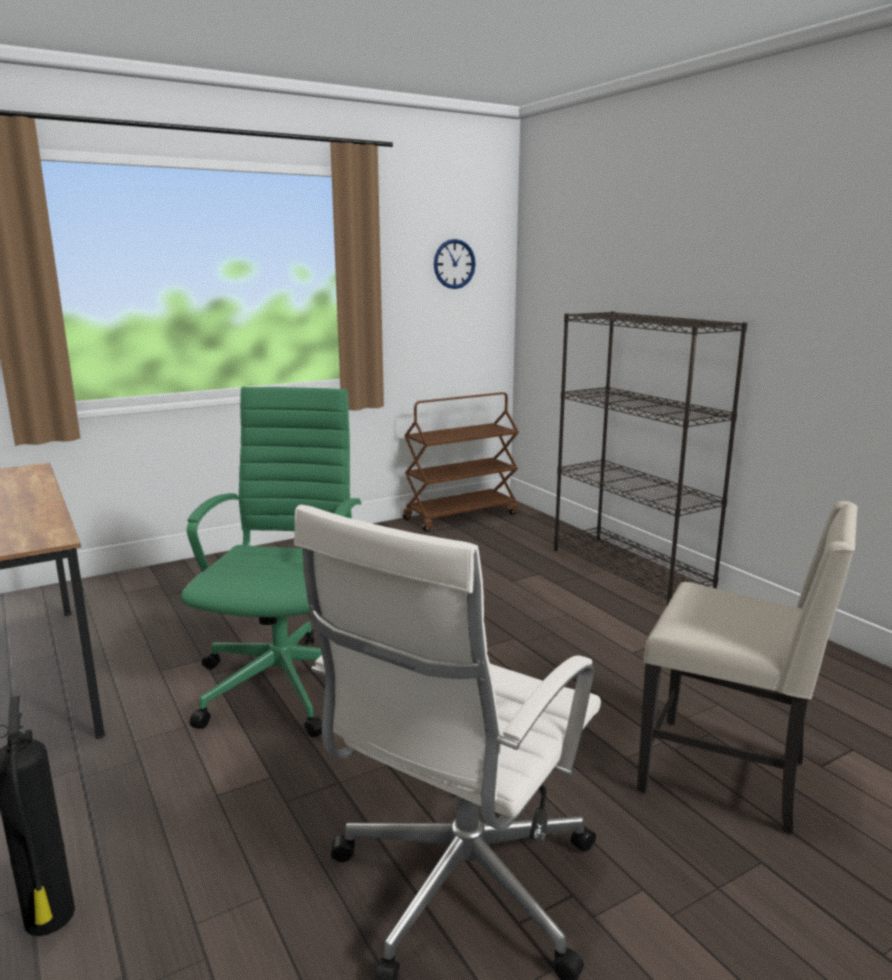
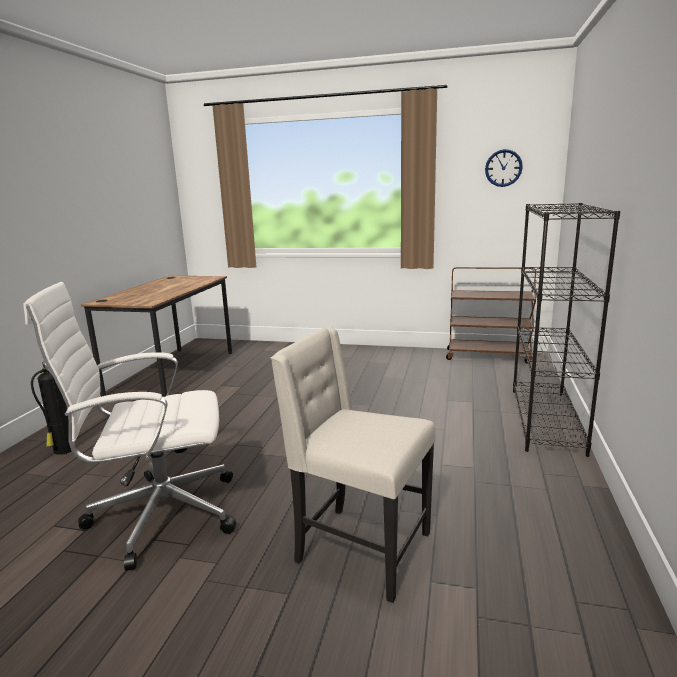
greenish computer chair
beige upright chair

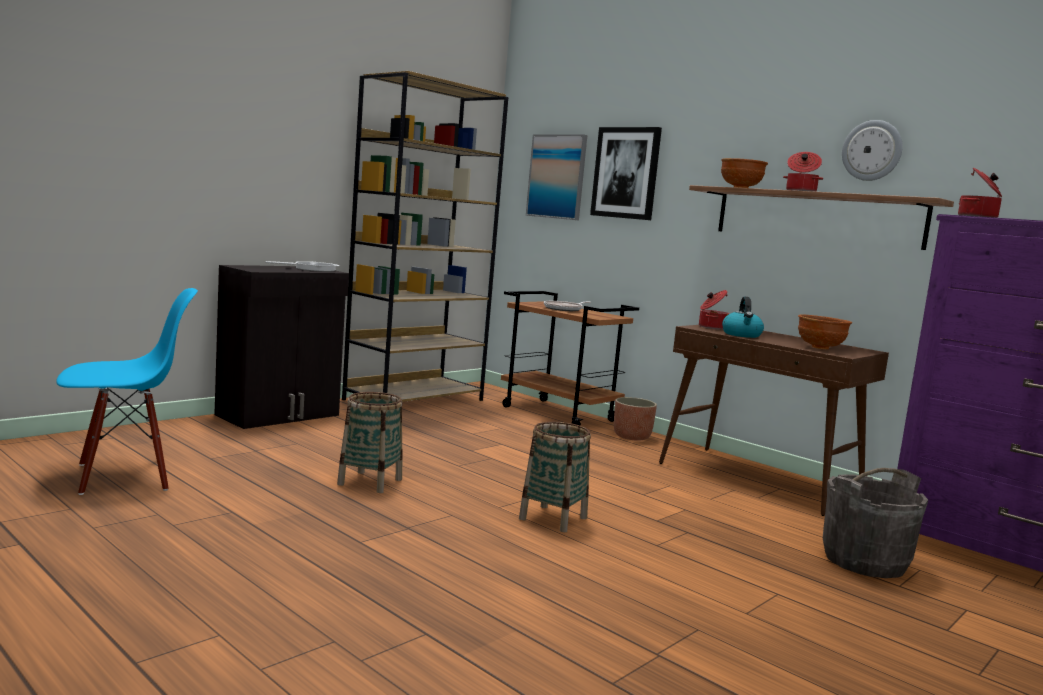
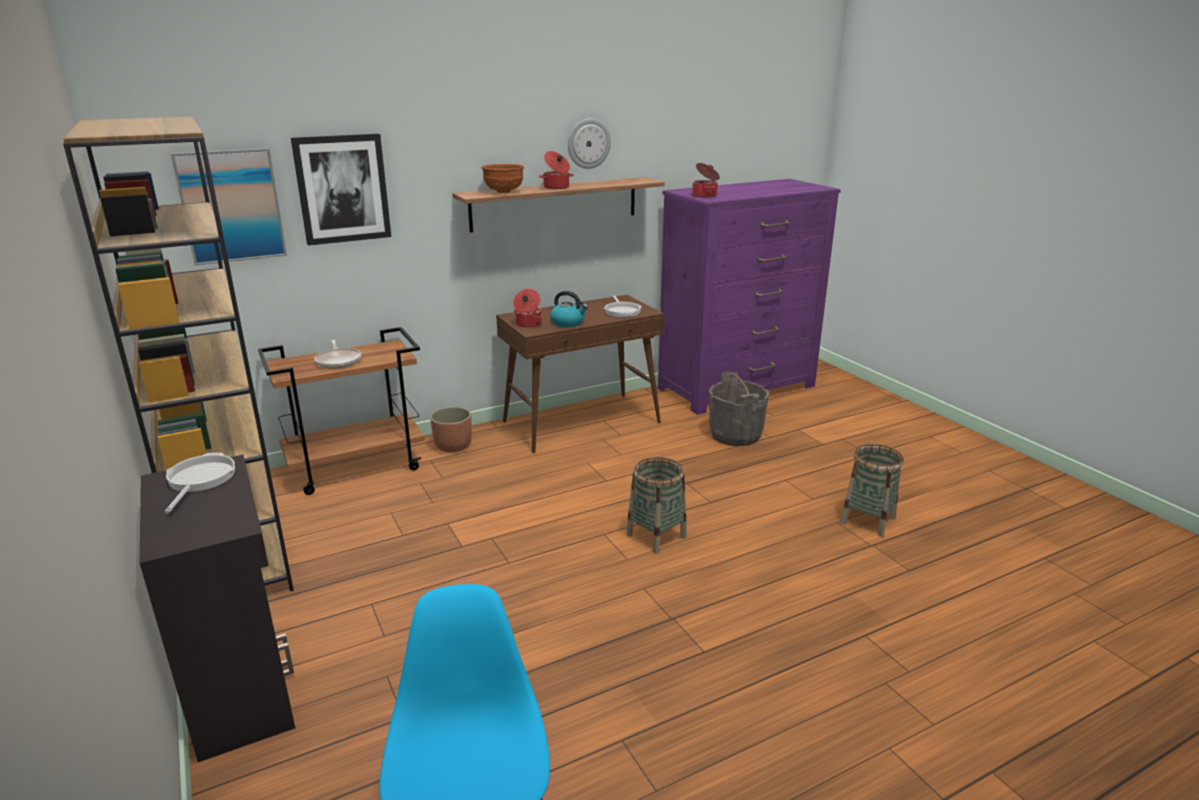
frying pan (3rd from left)
basket (2nd from left)

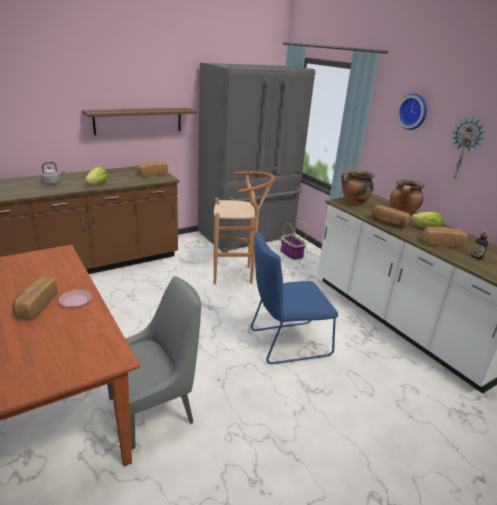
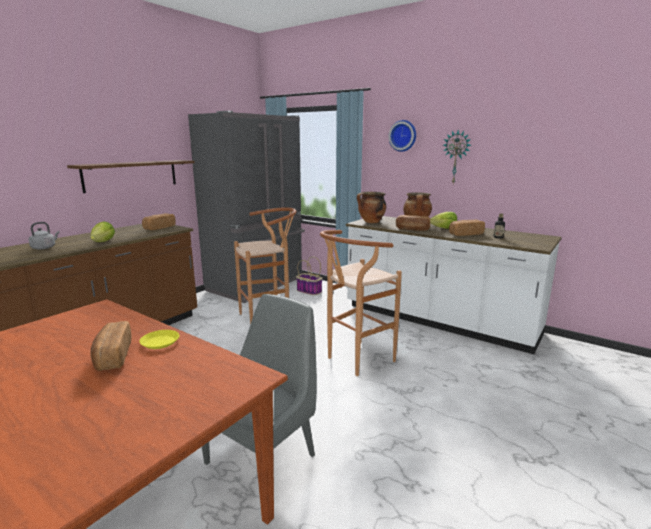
brown stool seat (2nd from left)
yellow-coloured flat dish

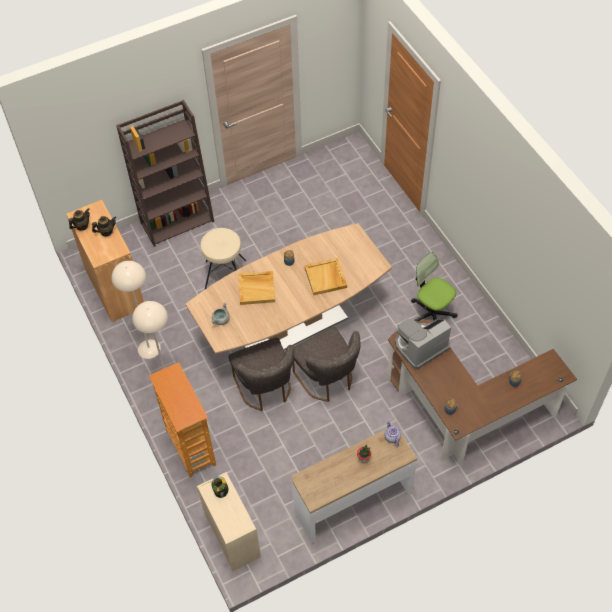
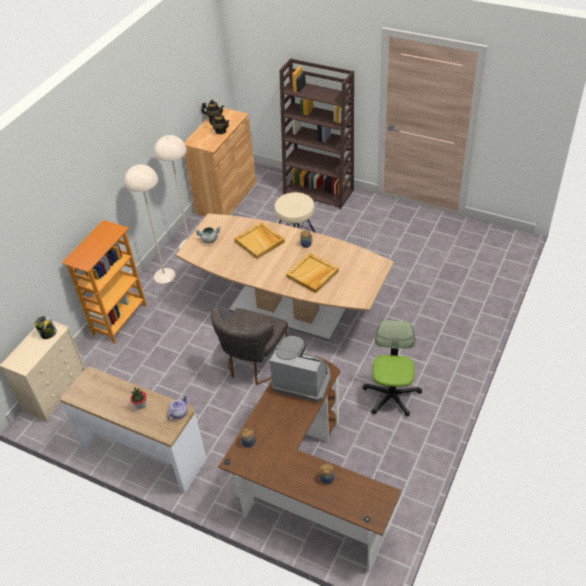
gray upright chair (1st from left in the first image)

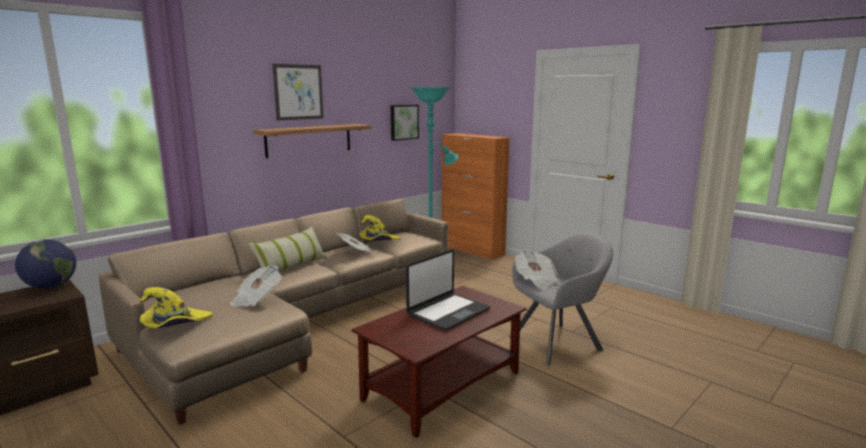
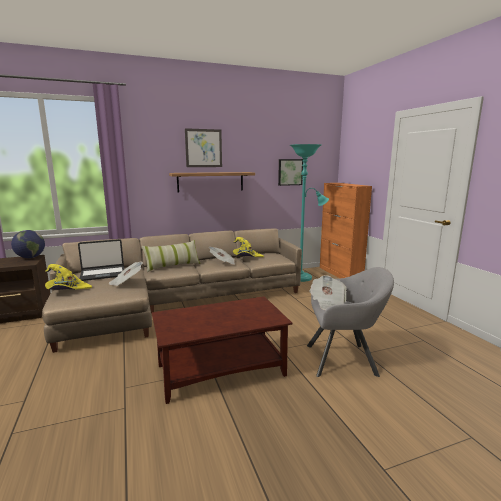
laptop

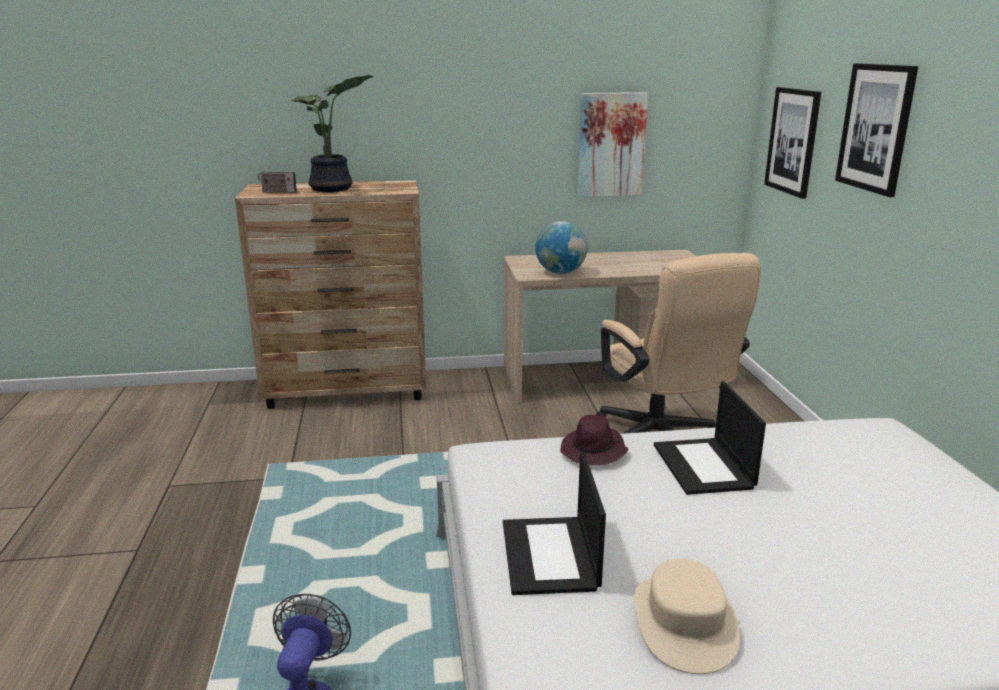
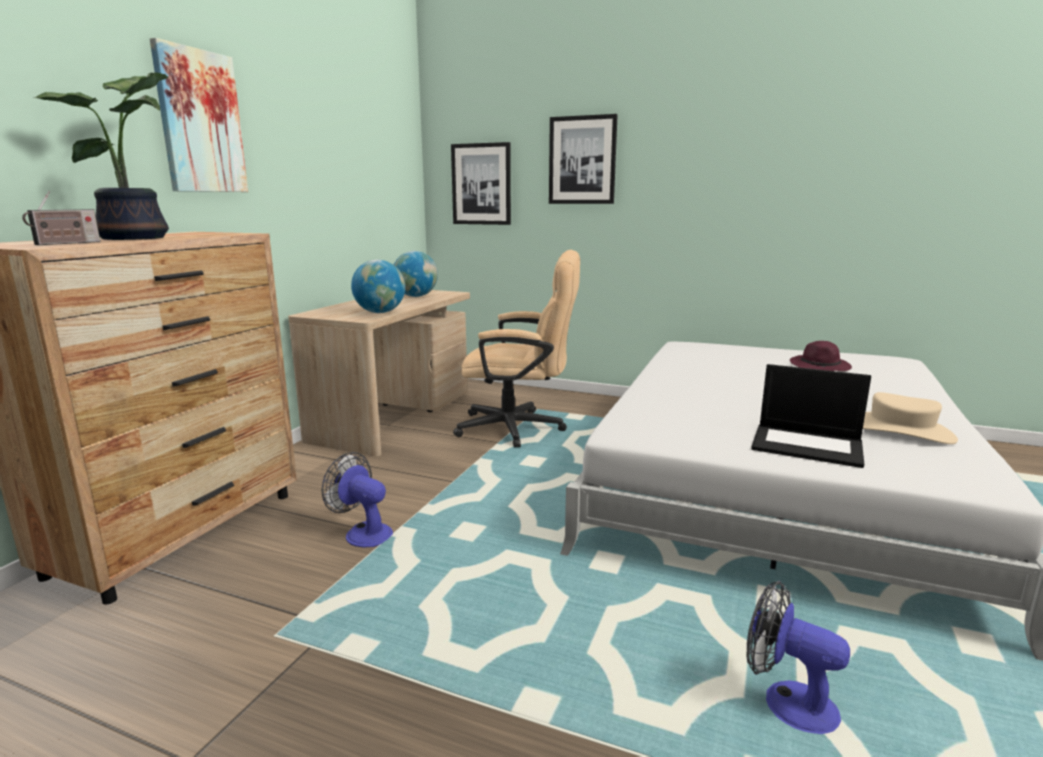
picture (1st from left)
laptop (2nd from left in the first image)
purple-coloured clothing hat
world globe (2nd from left)
cooling fan (1st from left)

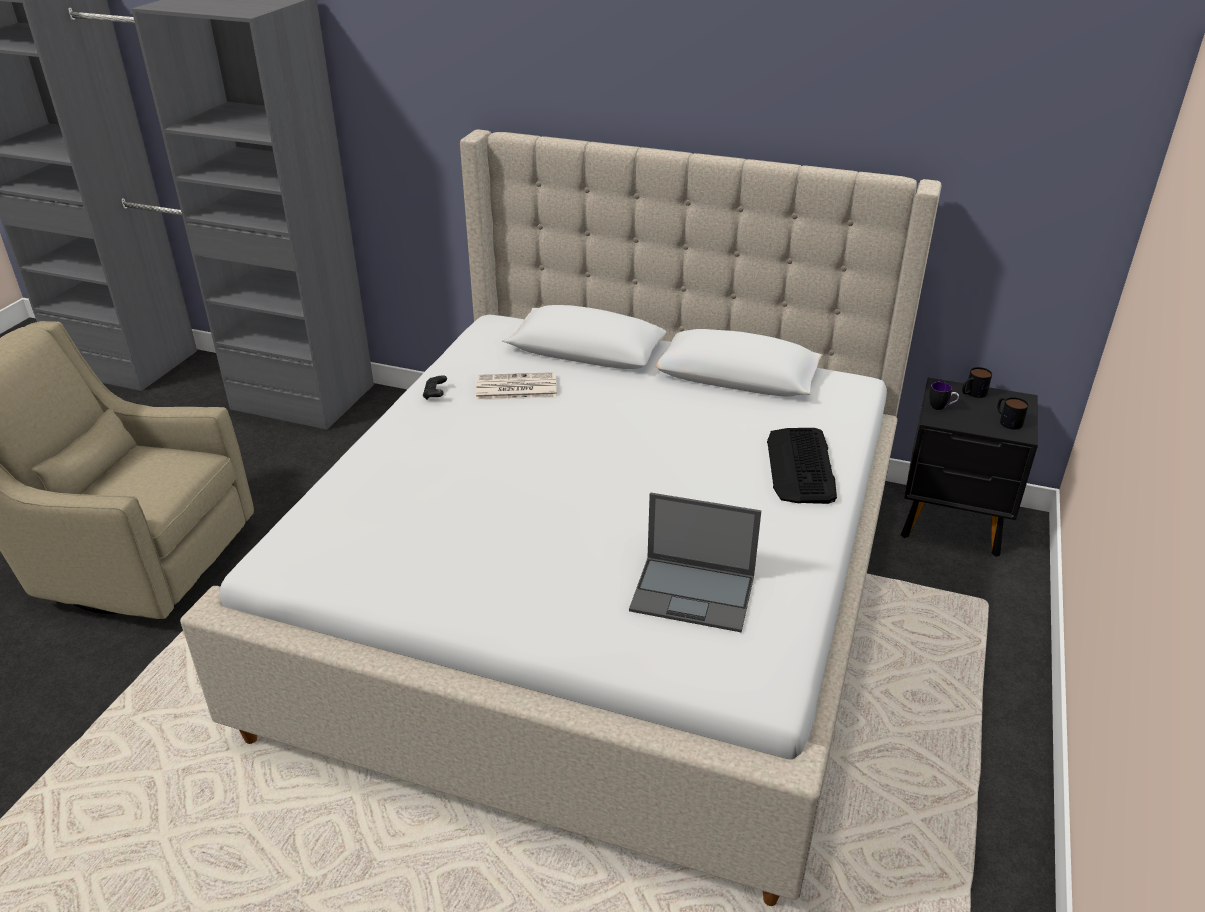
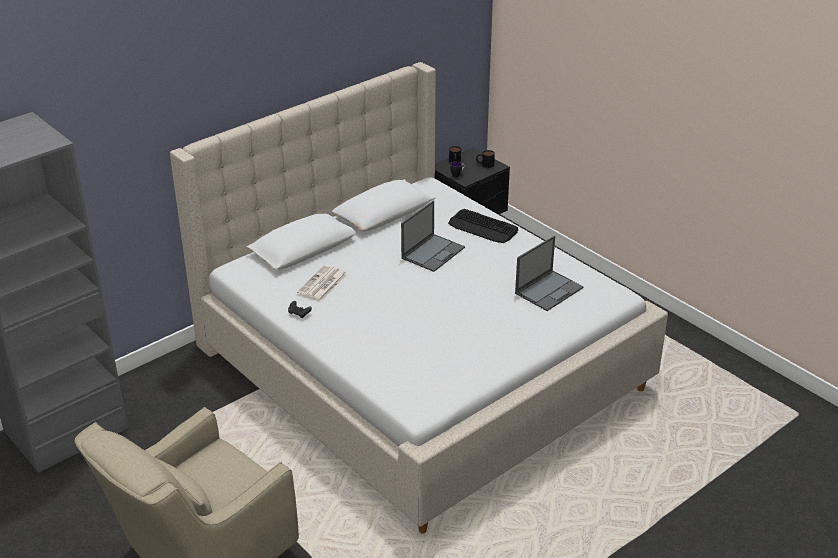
laptop (1st from left)

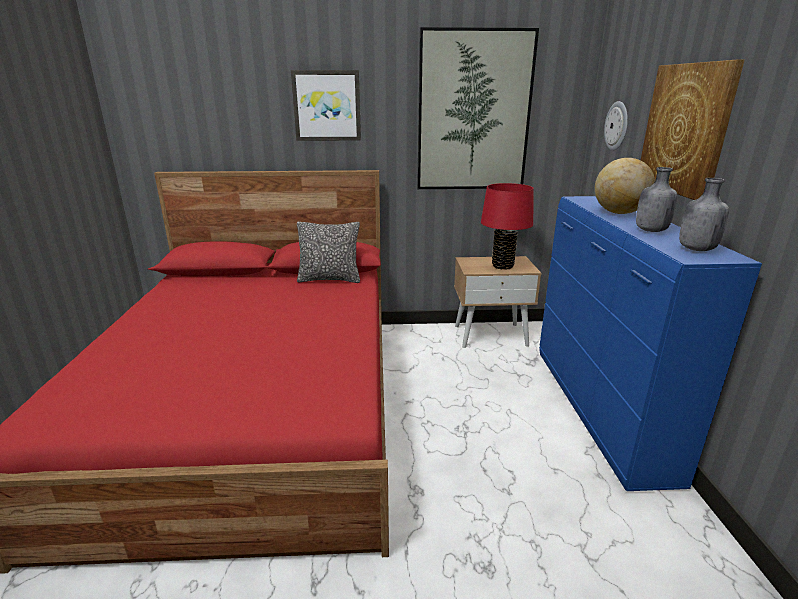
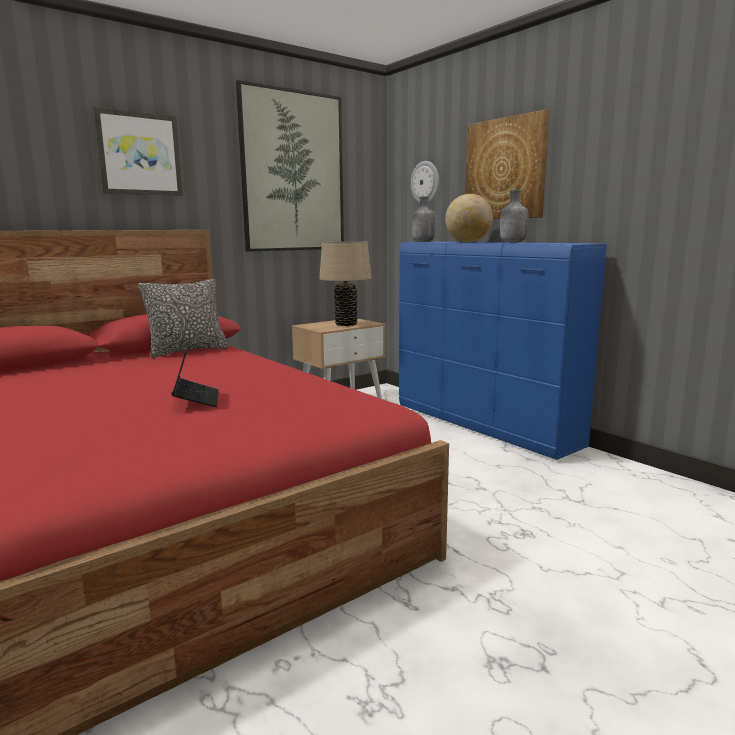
gray beverage bottle (1st from left)
beige table lamp
laptop

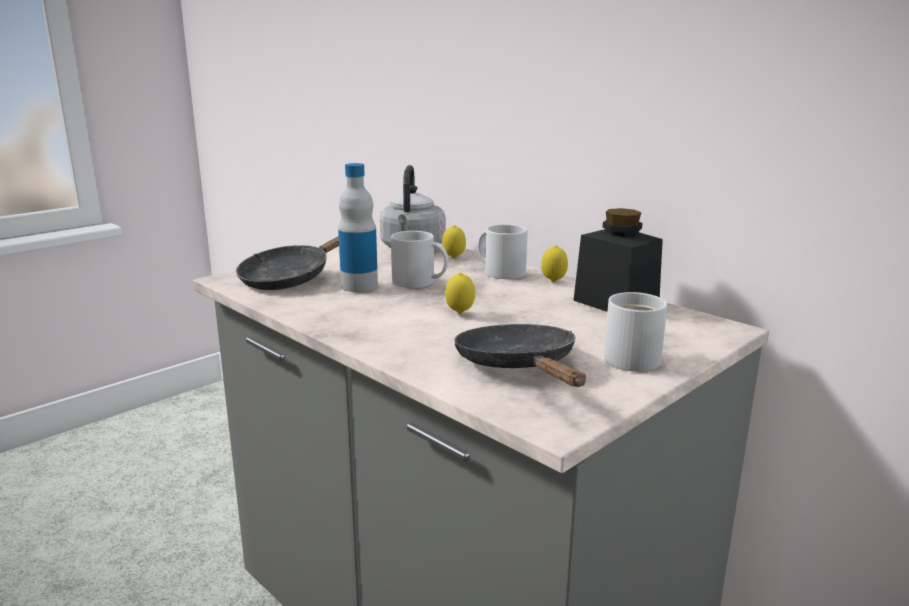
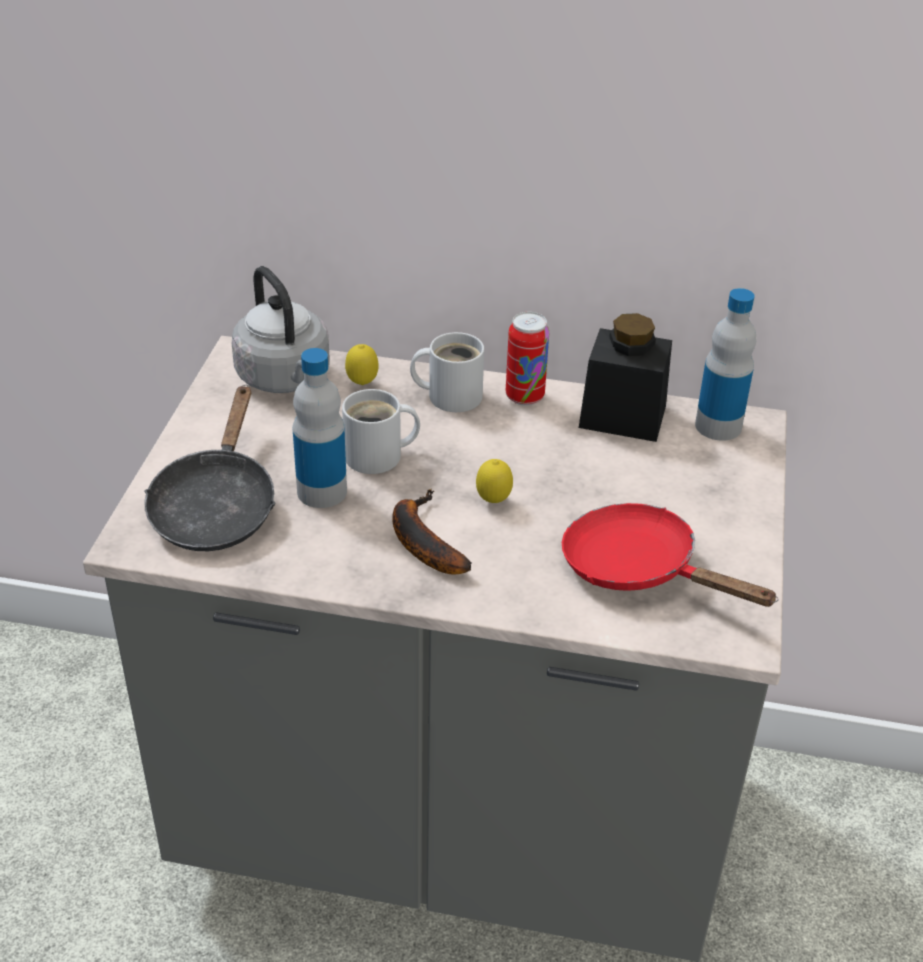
sealed can
white-coloured tea mug (3rd from left in the first image)
reddish frying pan
beverage bottle (2nd from left)
banana

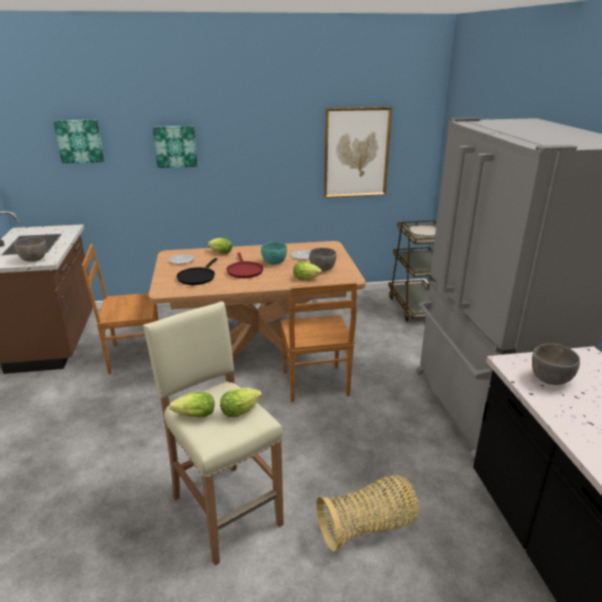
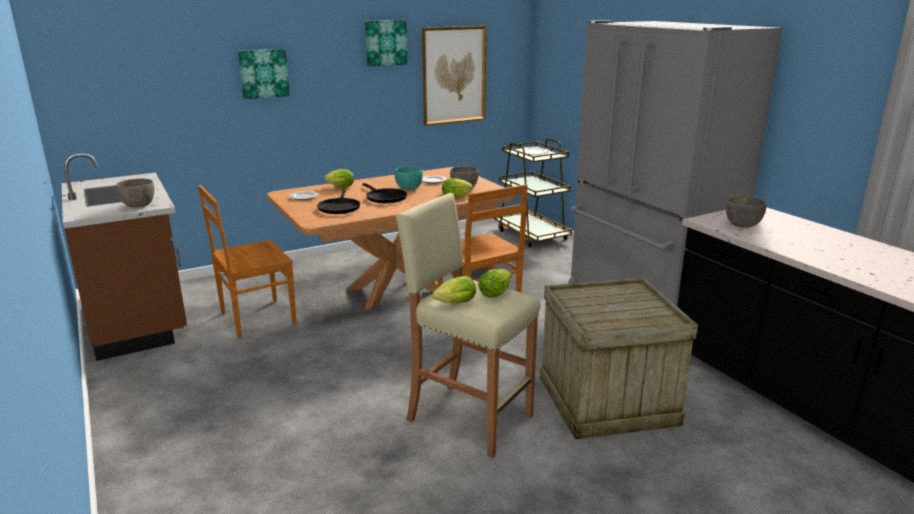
picture (2nd from left)
black frying pan (2nd from left)
crate

